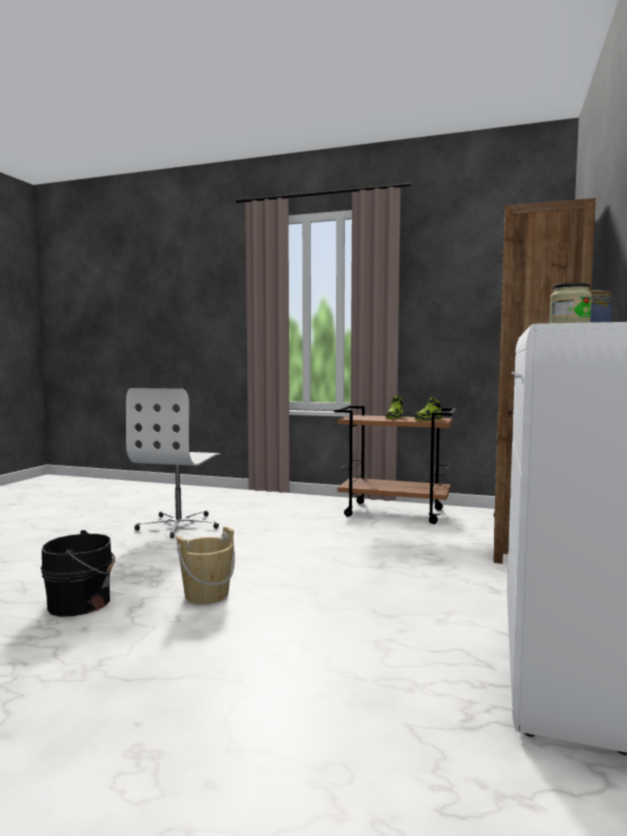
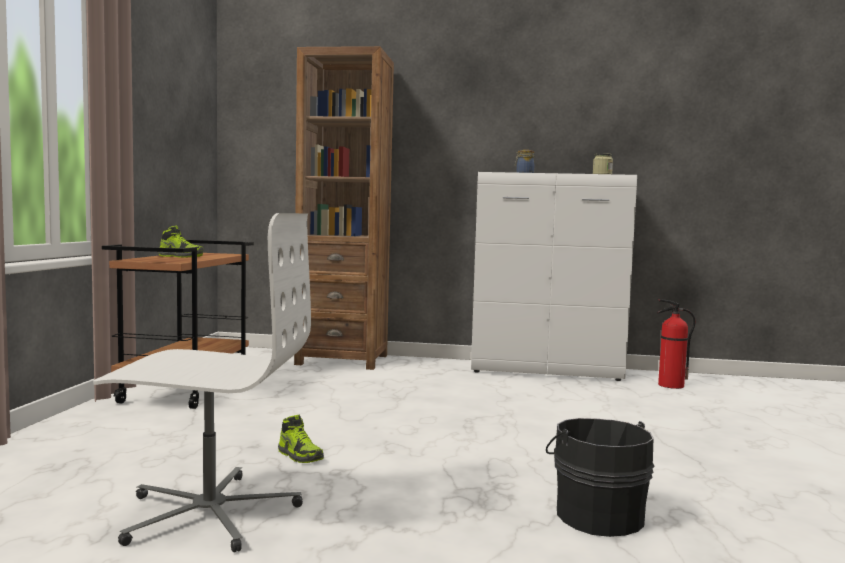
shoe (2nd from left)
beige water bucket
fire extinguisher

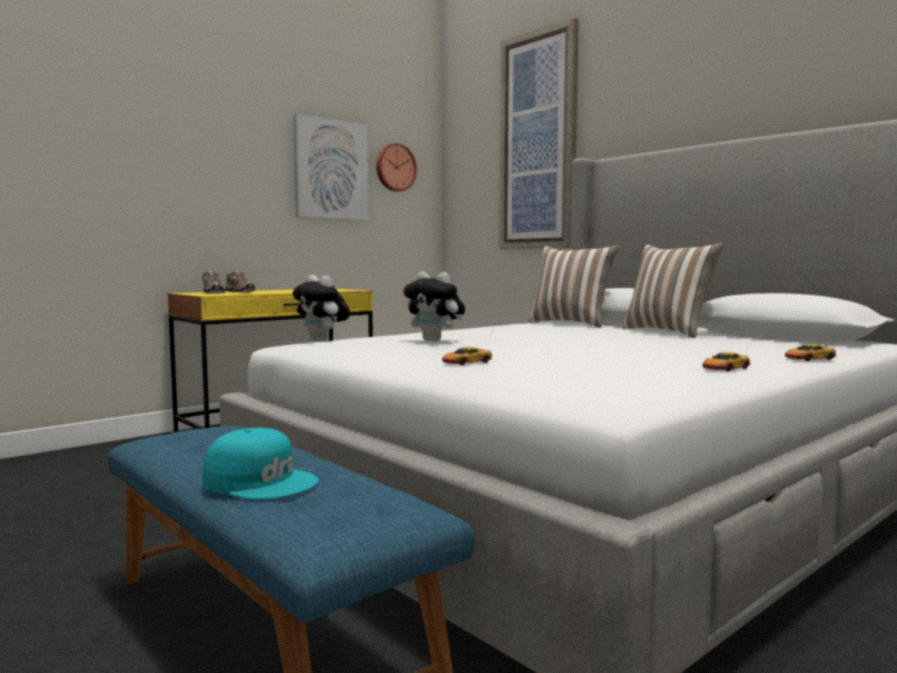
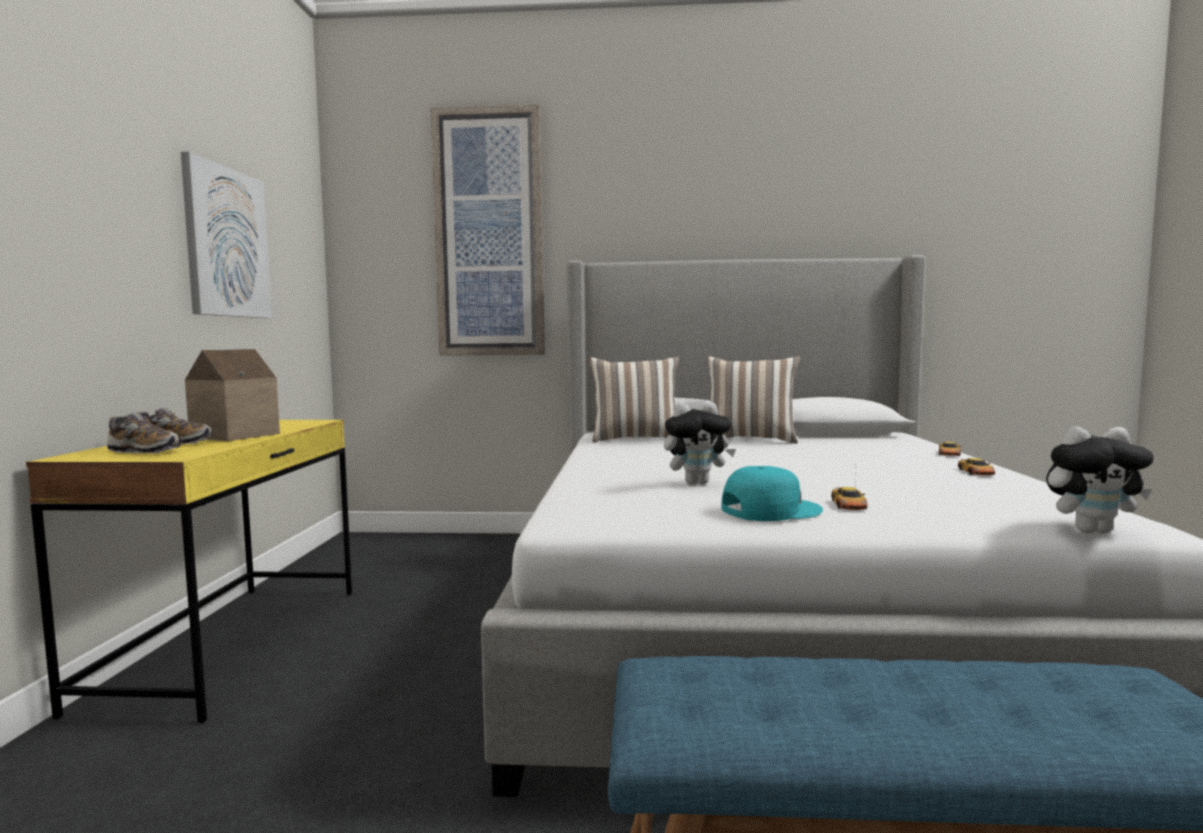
clock on the wall
plush toy (2nd from left)
turquoise-coloured baseball cap
miniature house

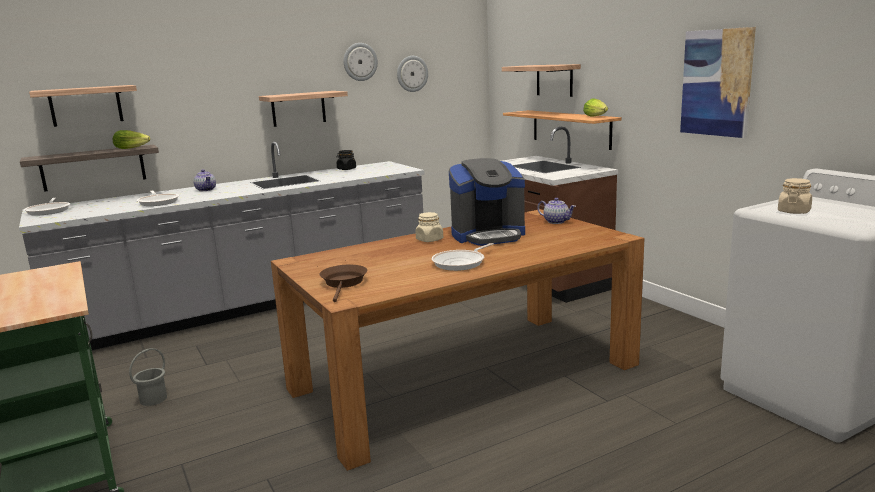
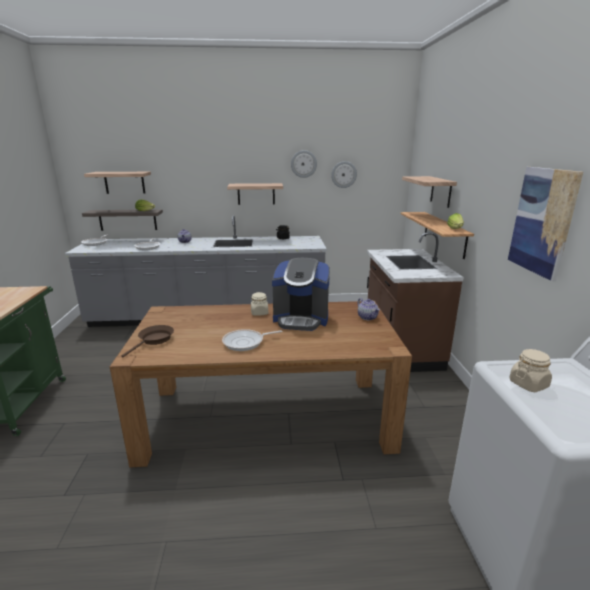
gray water bucket

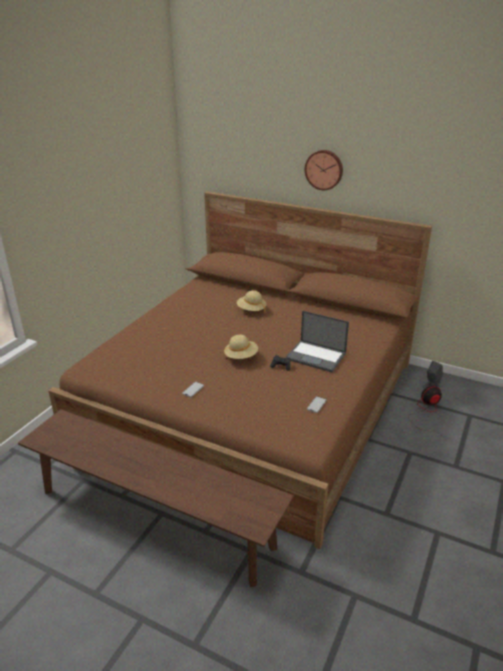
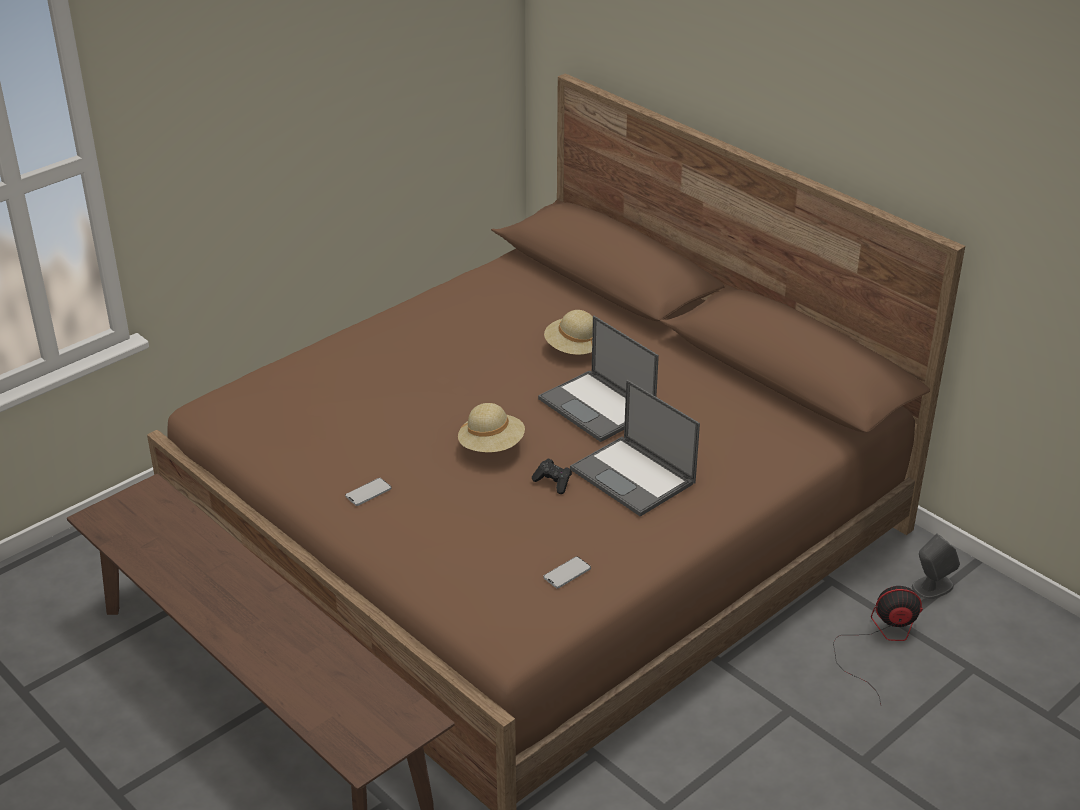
clock on the wall
laptop (1st from left)

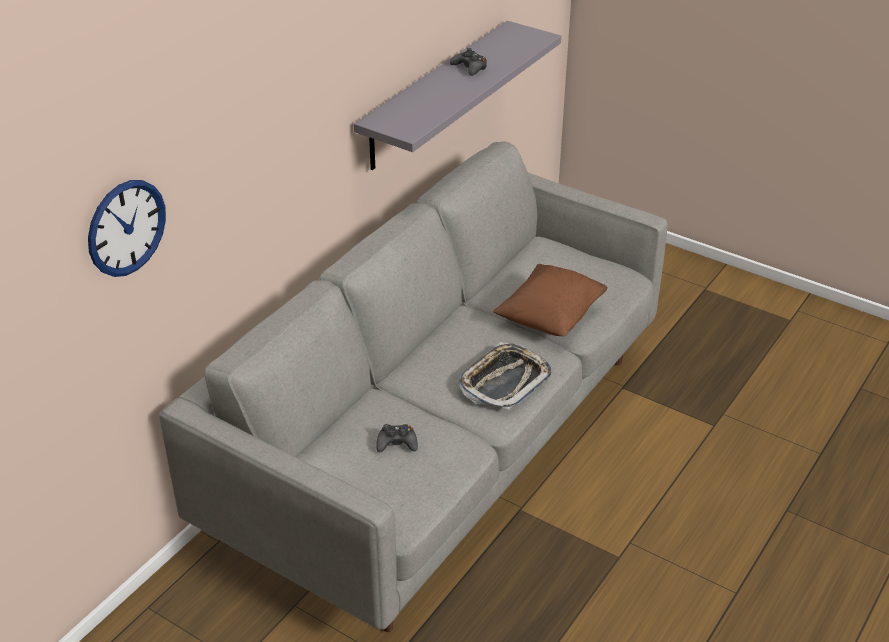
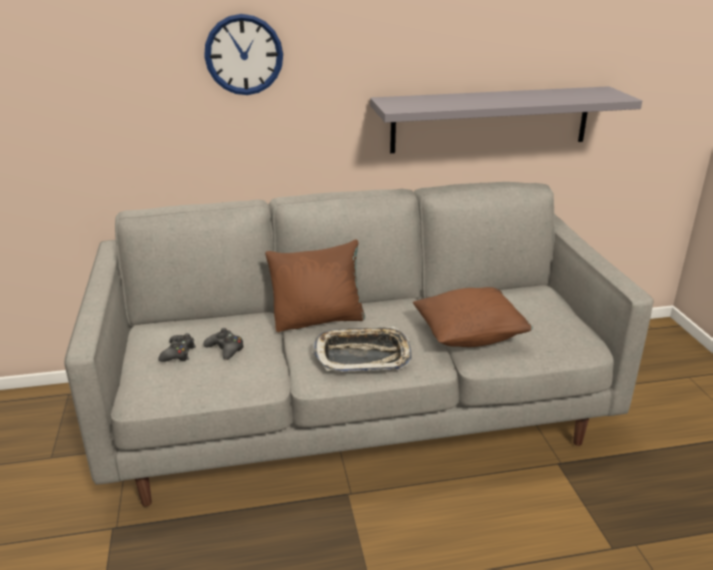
black gamepad (1st from left)
clock on the wall
brown cushion (1st from left)

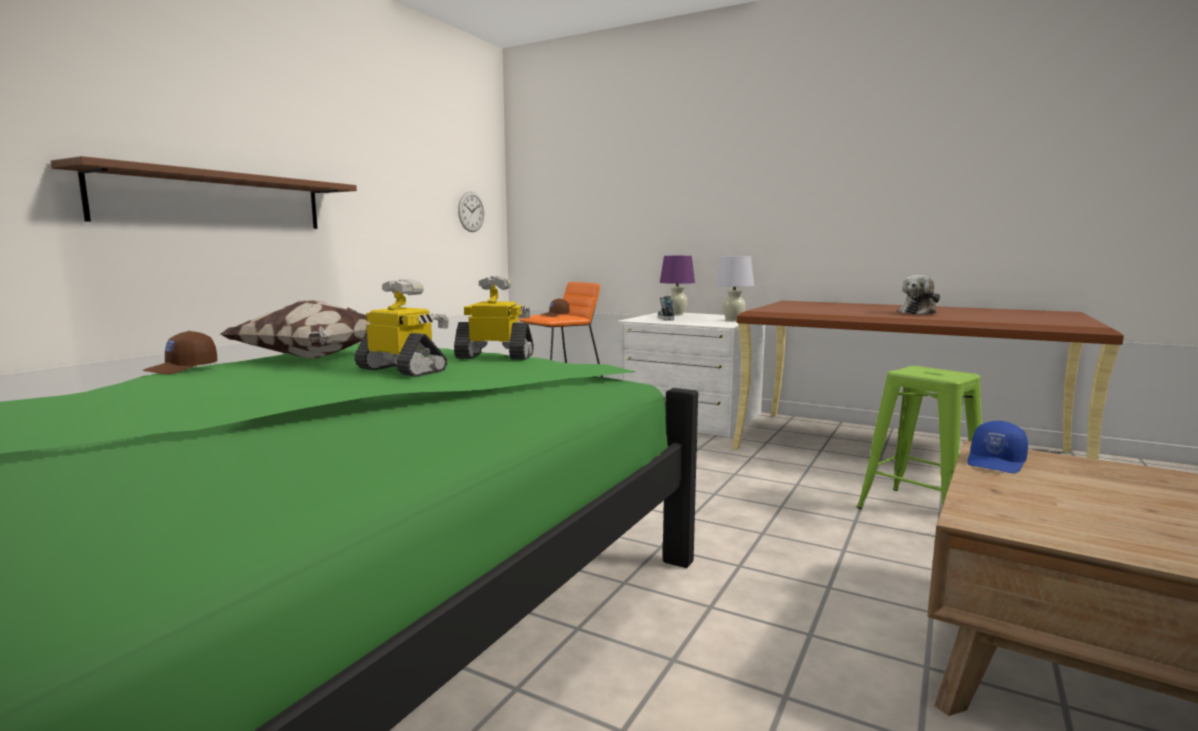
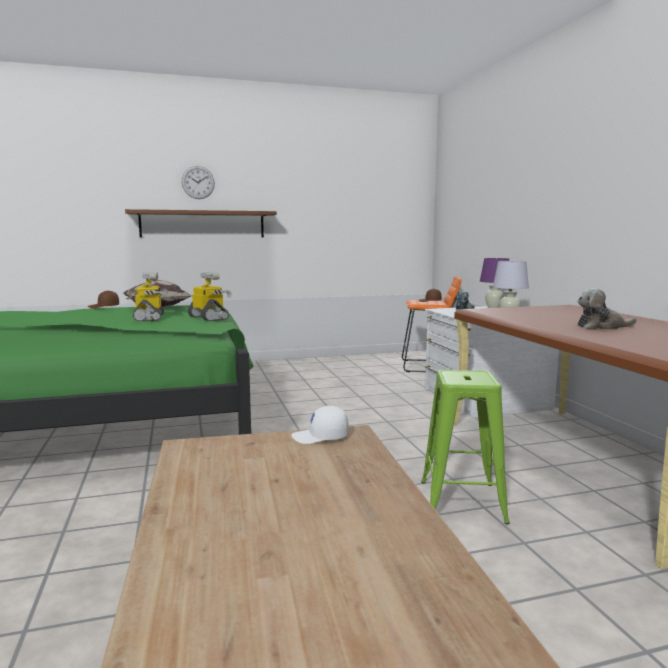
clock on the wall
white-coloured baseball cap

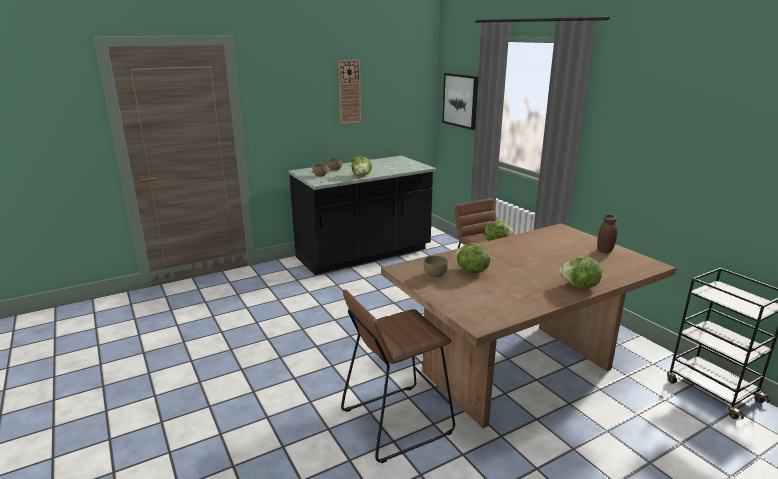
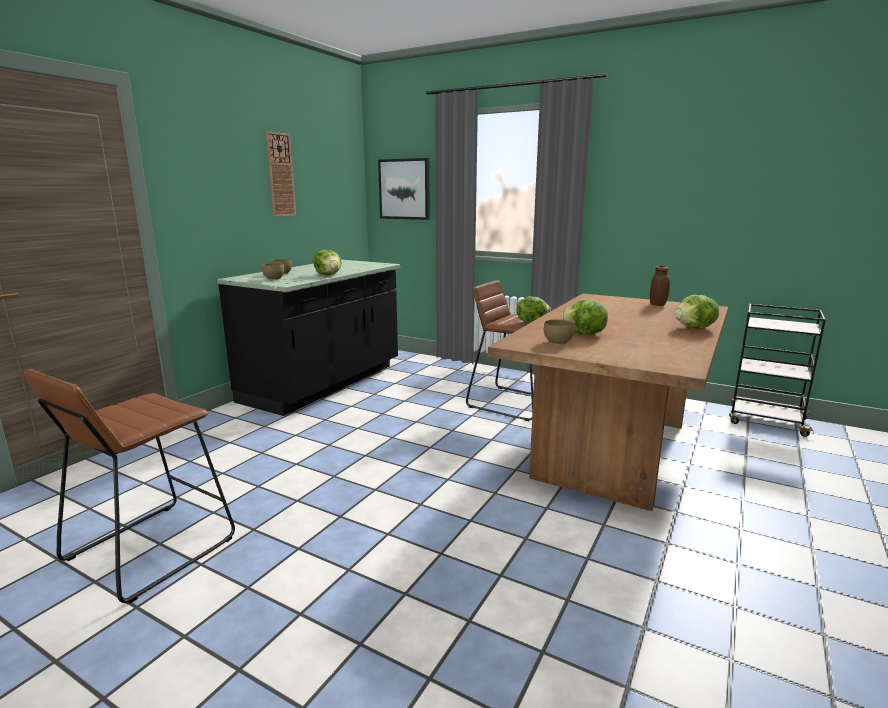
brown stool seat (1st from left)

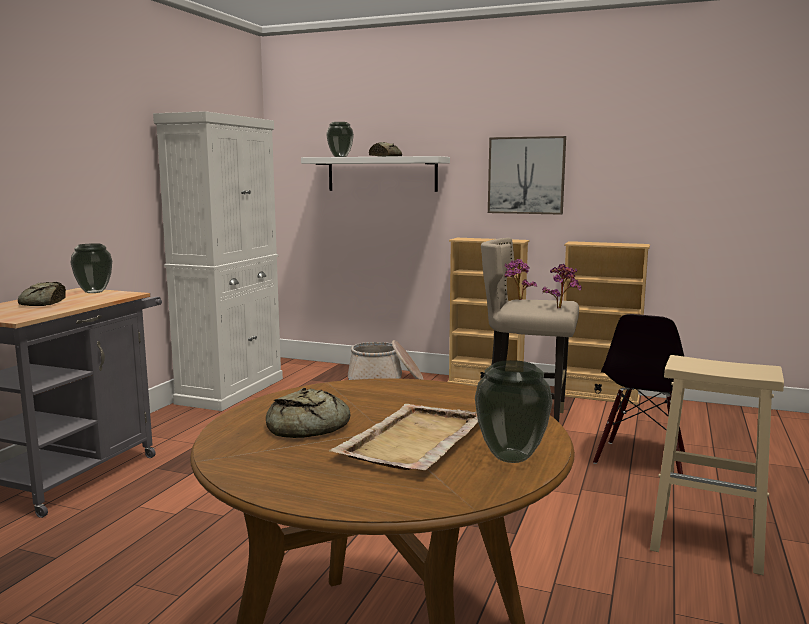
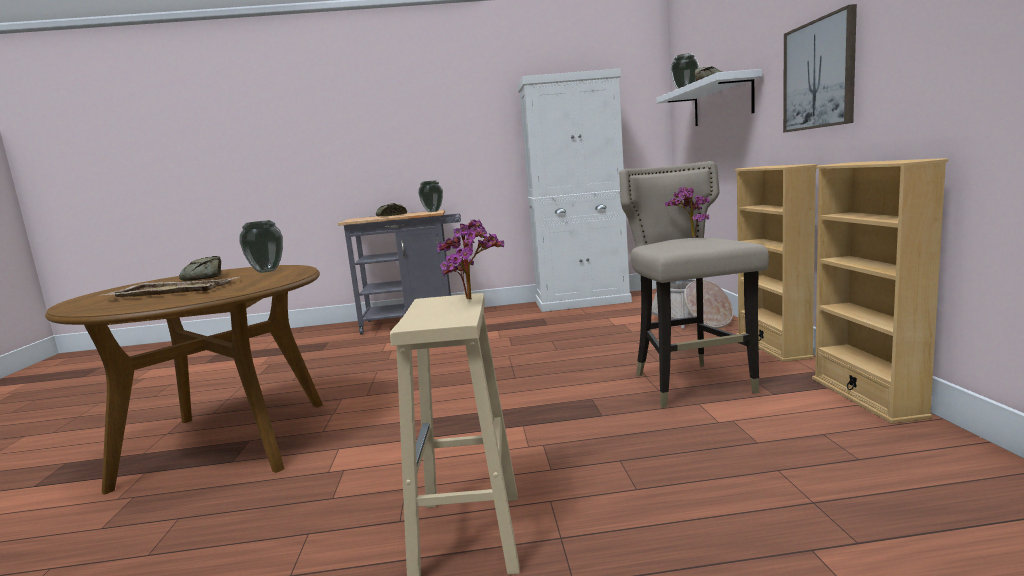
plant in a pot (1st from left)
black upright chair
decorative vase (1st from left)

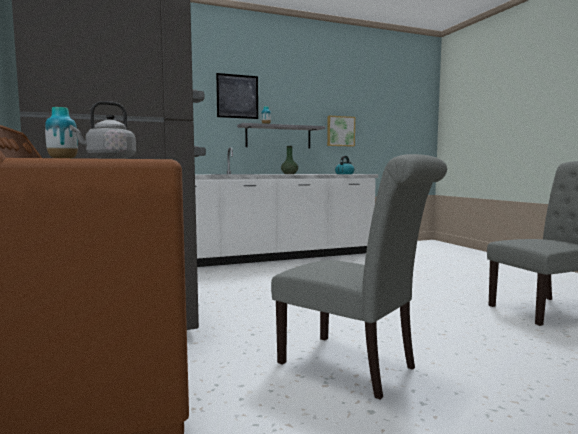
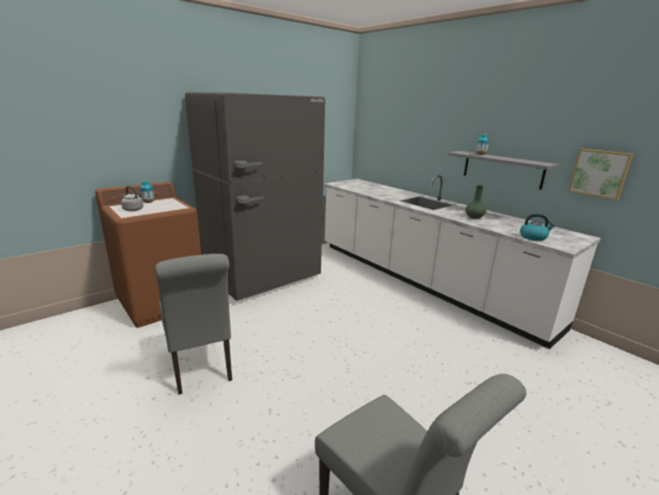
picture (1st from left in the first image)
gray upright chair (1st from left)

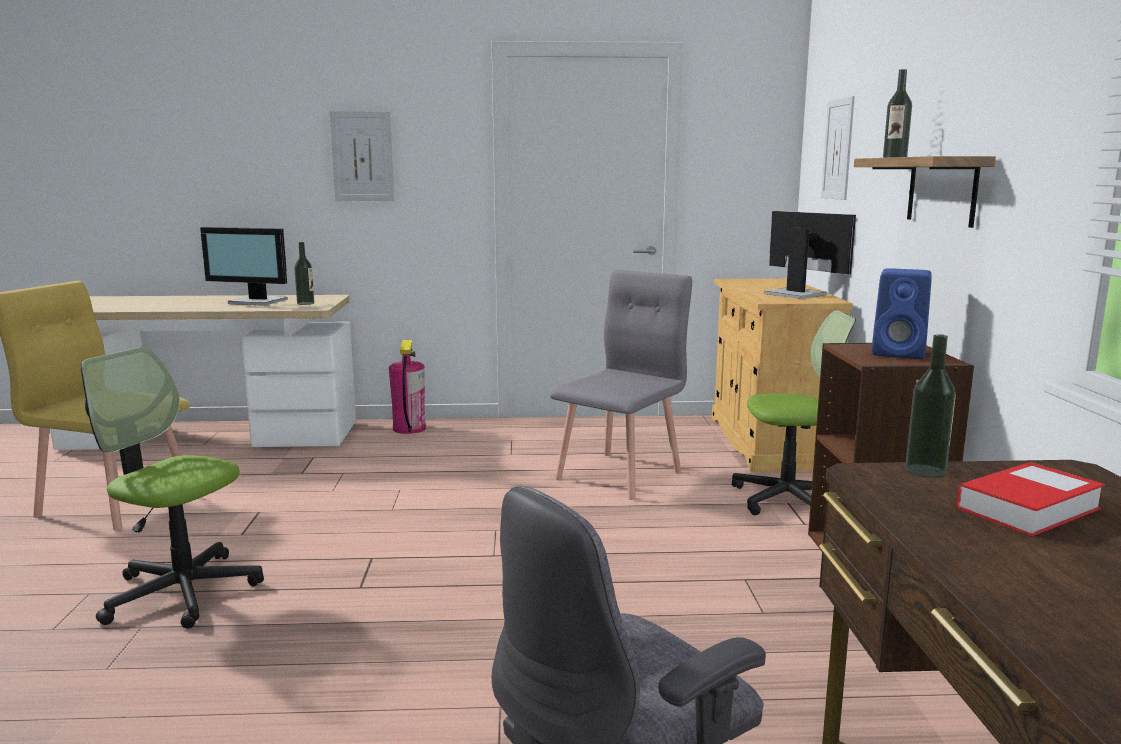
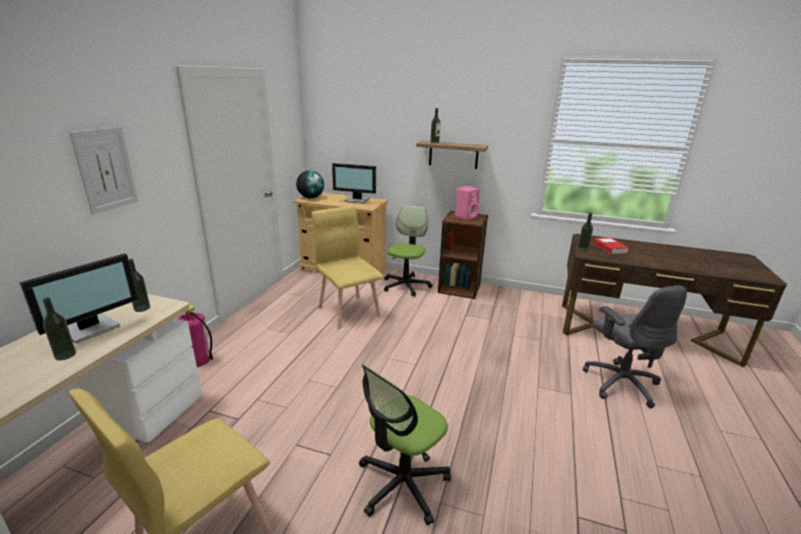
picture (2nd from left in the first image)
monitor (2nd from left)
pink speaker
yellow-coloured upright chair (2nd from left)
world globe
beverage bottle (1st from left)

